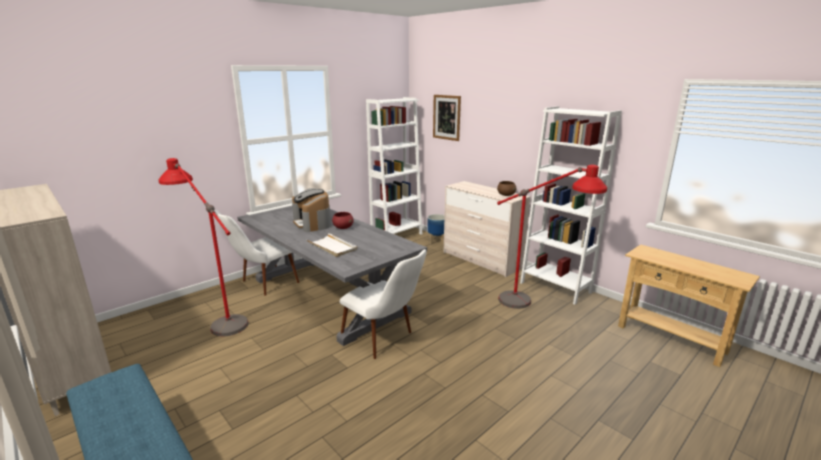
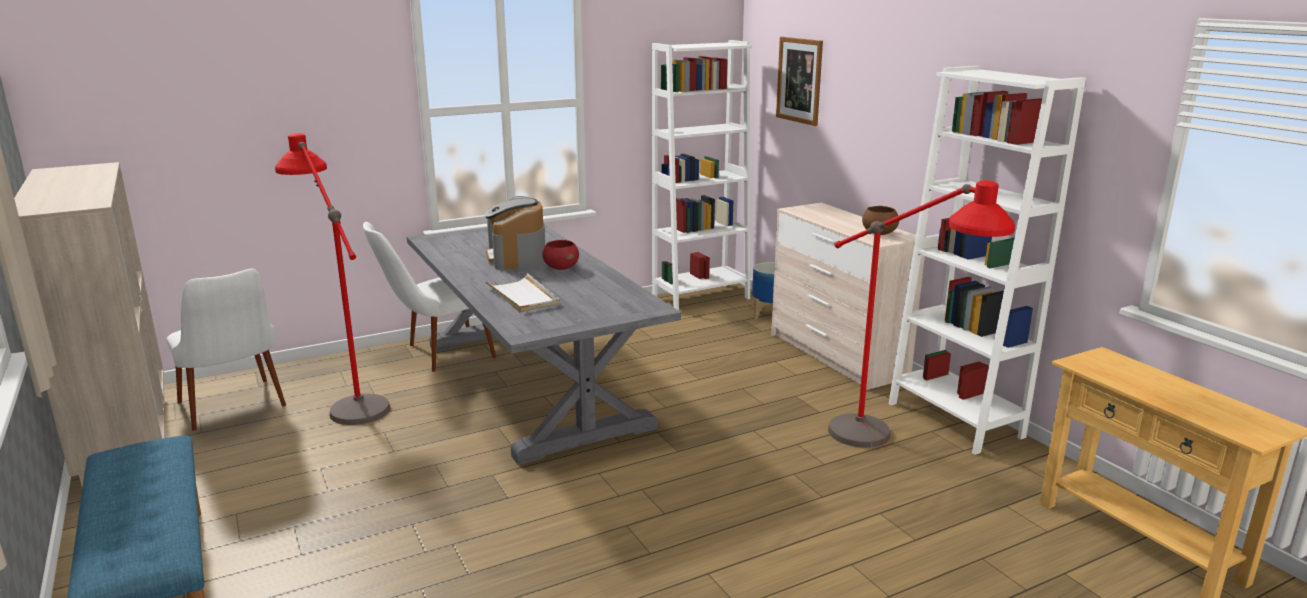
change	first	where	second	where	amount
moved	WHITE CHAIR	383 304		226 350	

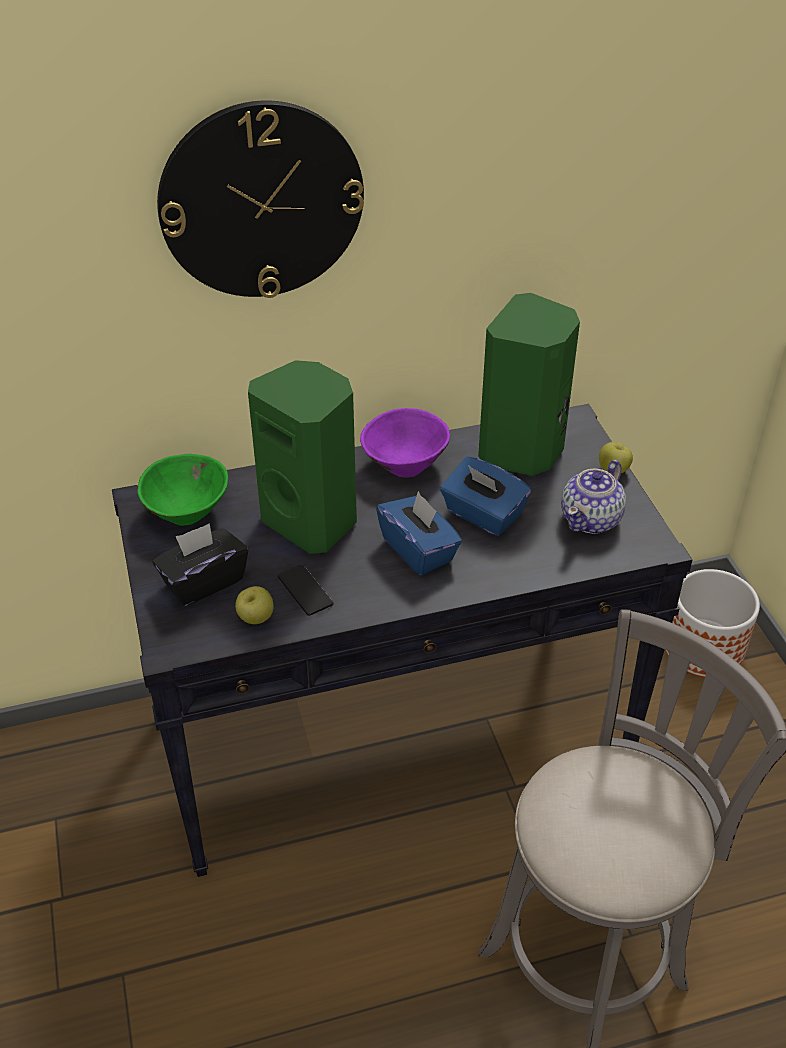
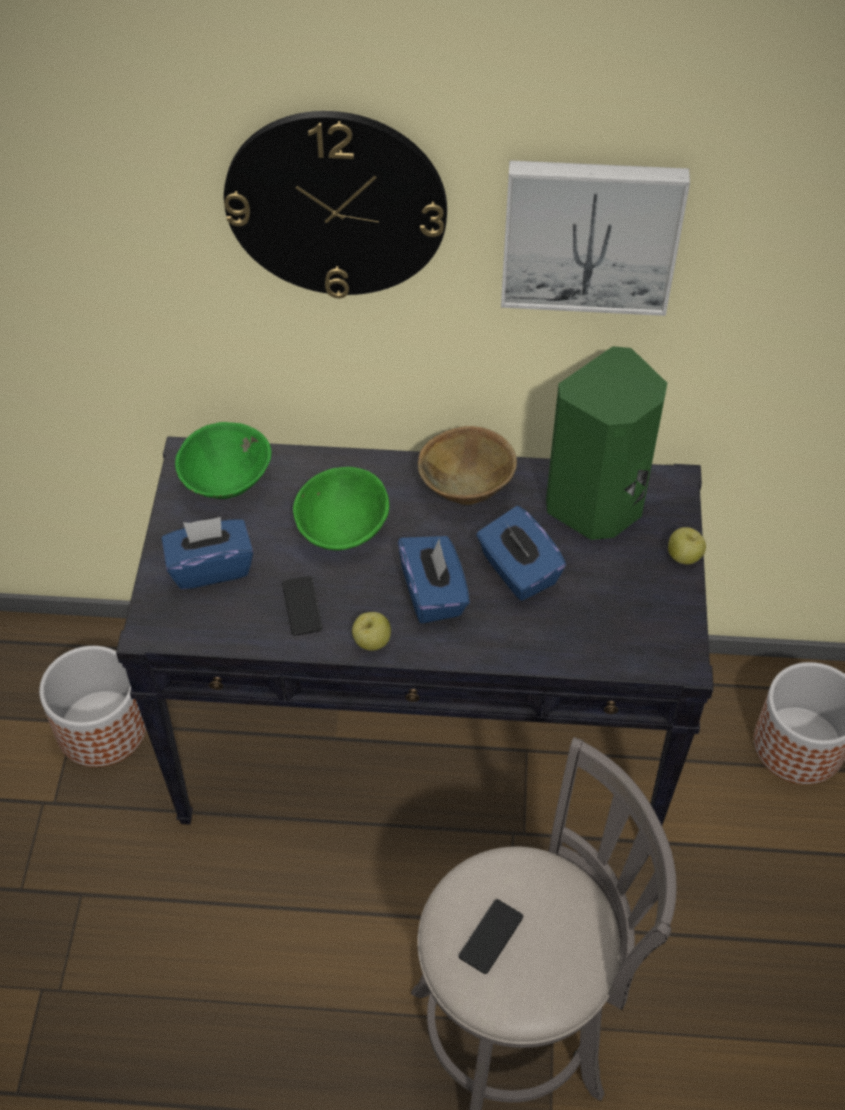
change	first	where	second	where	amount
recoloured	BLACK TISSUE BOX	200 564	BLUE TISSUE BOX	207 553	
moved	APPLE	254 605		371 631	
replaced	GREEN SPEAKER	302 457	GREEN BOWL	341 508	
recoloured	PURPLE BOWL	405 443	BROWN BOWL	467 465	
removed	TEAPOT	593 497			
added			PLANTER	92 706	
added			PHONE	491 936	
added			PICTURE	595 238	

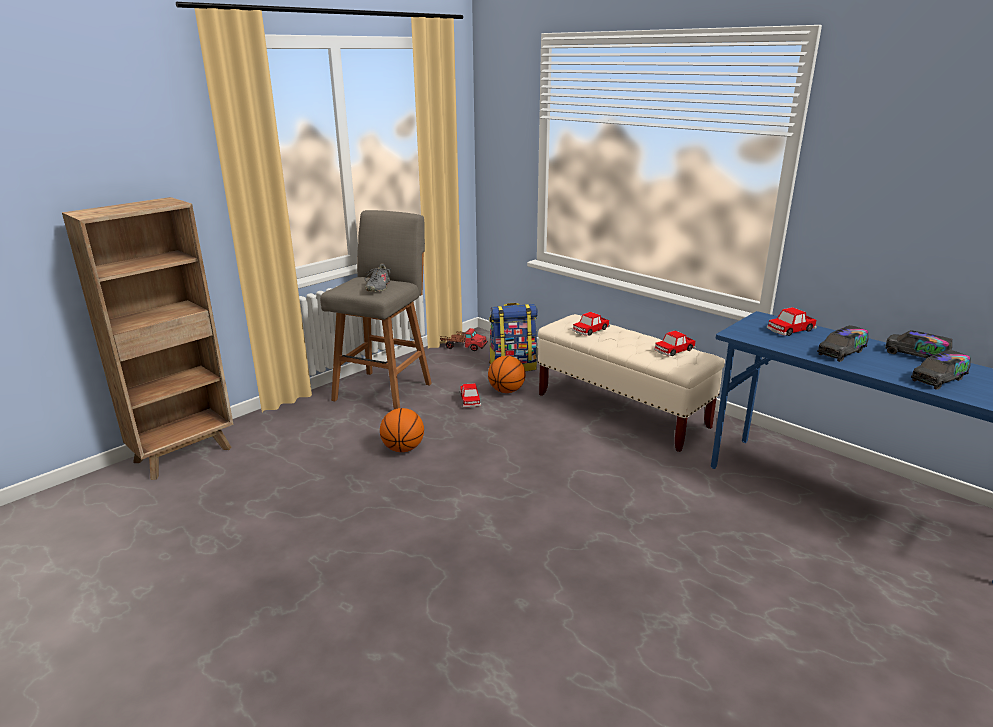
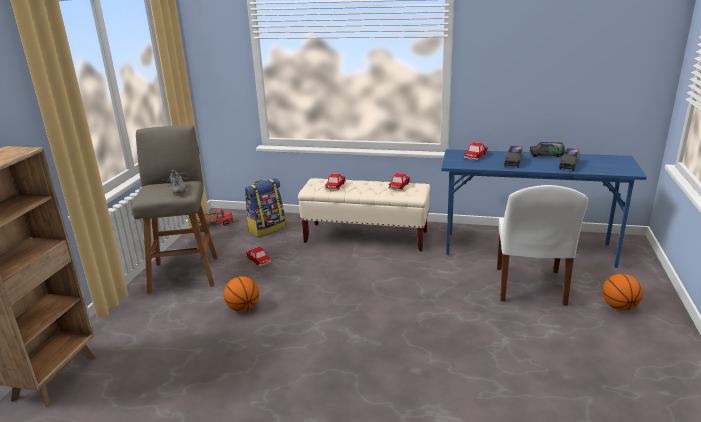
change	first	where	second	where	amount
moved	BASKETBALL	506 374		622 292	
added			WHITE CHAIR	542 245	

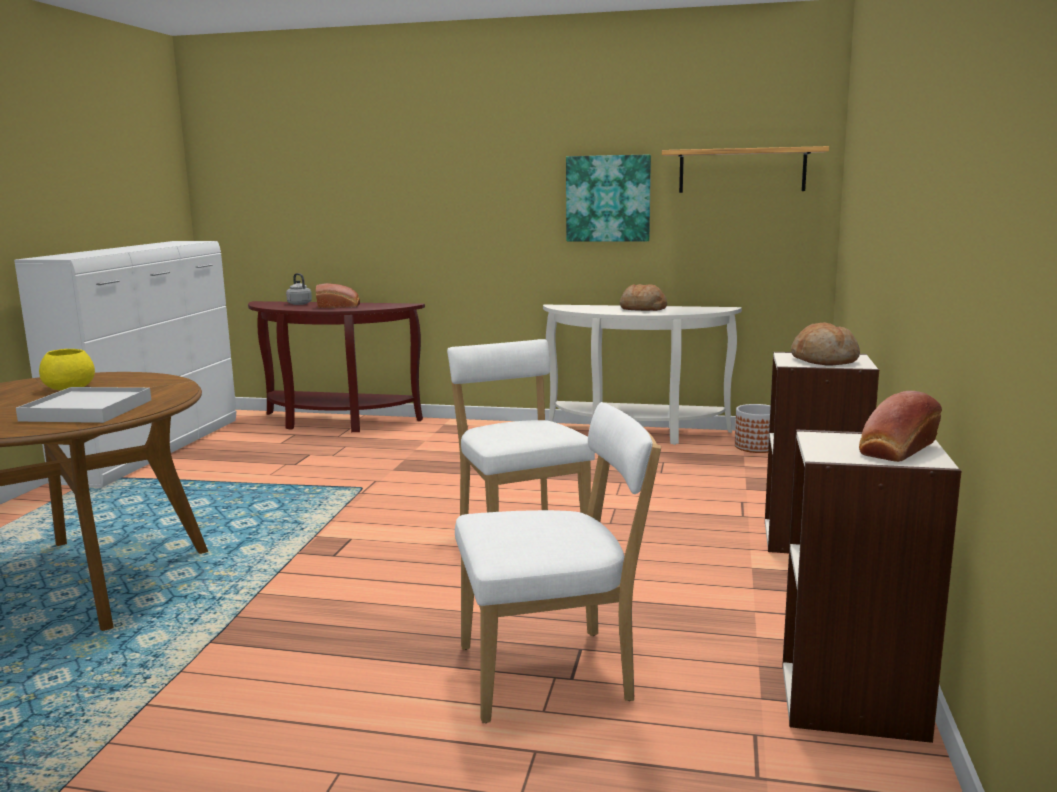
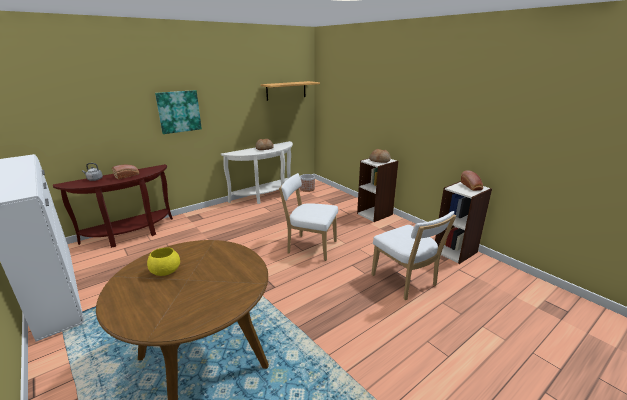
change	first	where	second	where	amount
removed	WHITE TRAY	83 405			
turned	WHITE CHAIR	558 562		413 255	120 degrees clockwise
moved	PICTURE	608 197		178 112	

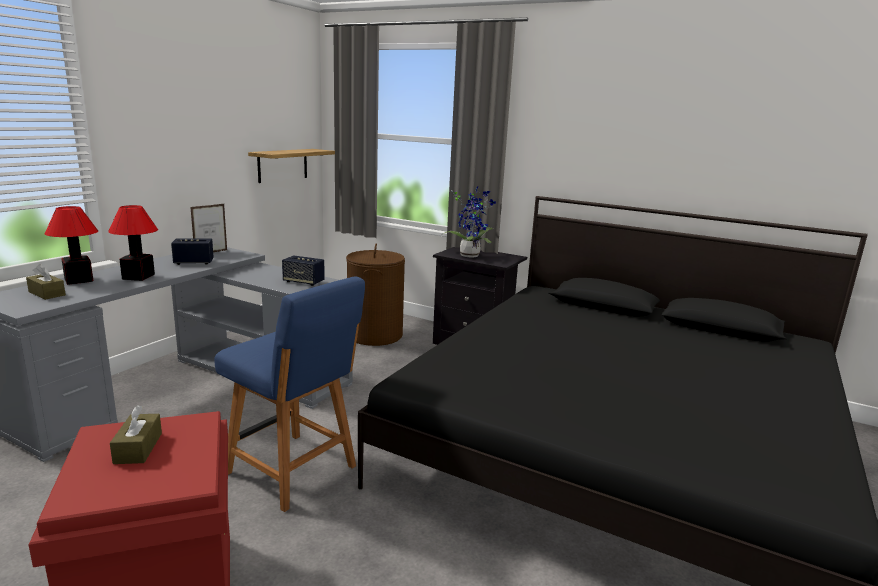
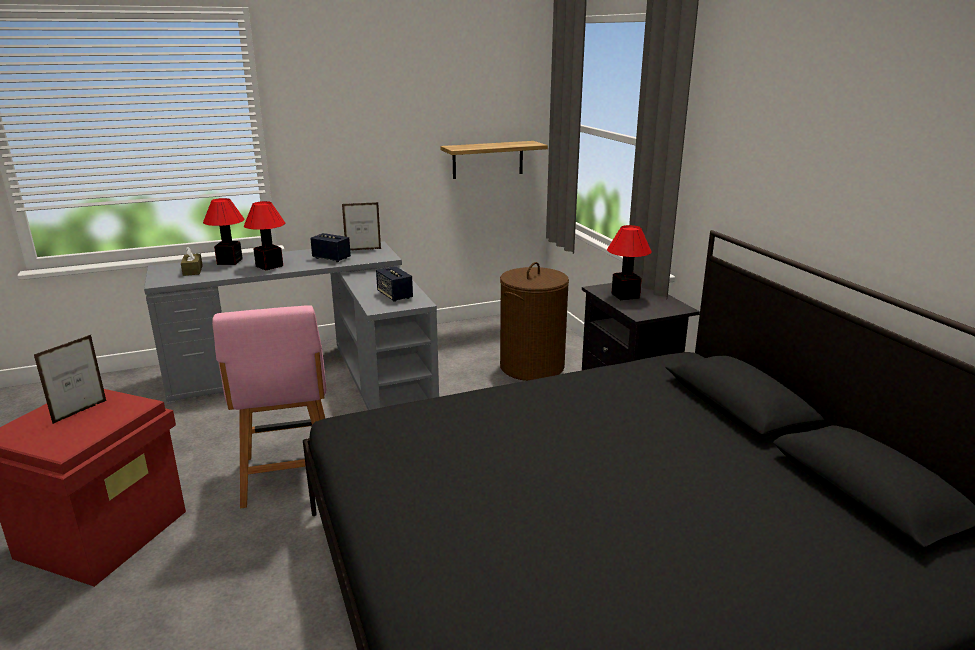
change	first	where	second	where	amount
replaced	BROWN TISSUE BOX	136 434	PICTURE FRAME	70 379	
recoloured	BLUE CHAIR	289 394	PINK CHAIR	269 406	
replaced	POTTED PLANT	469 222	TABLE LAMP	629 262	

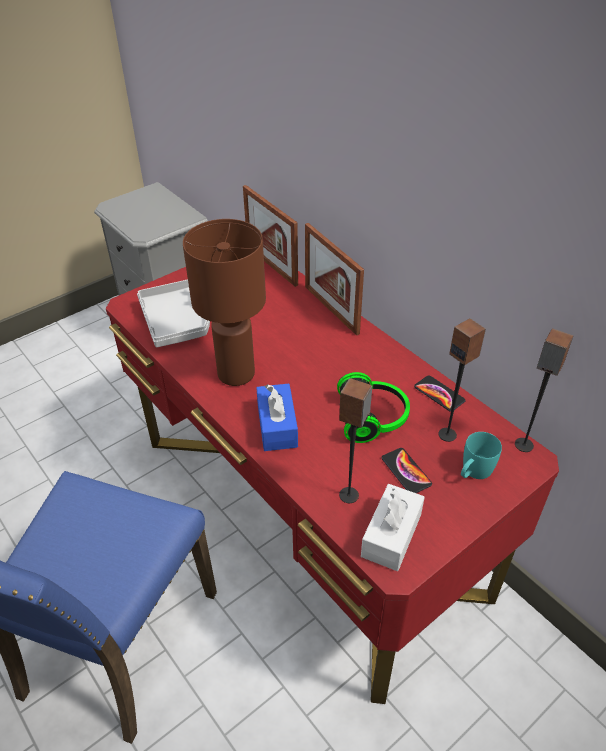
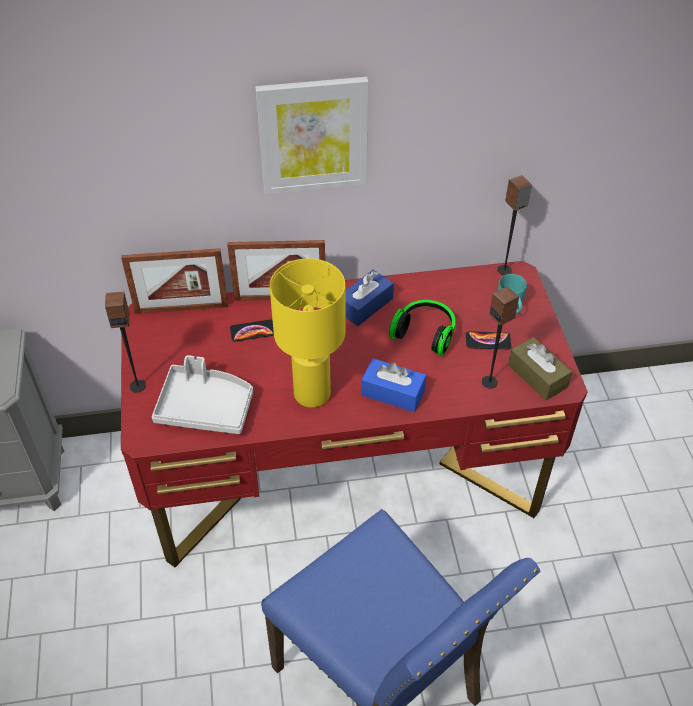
change	first	where	second	where	amount
recoloured	BROWN TABLE LAMP	224 302	YELLOW TABLE LAMP	307 333	
recoloured	WHITE TISSUE BOX	393 527	BROWN TISSUE BOX	540 369	
moved	PHONE	439 393		252 330	
moved	SPEAKER	462 380		125 342	
added			PICTURE	311 135	
added			BLUE TISSUE BOX	369 298	

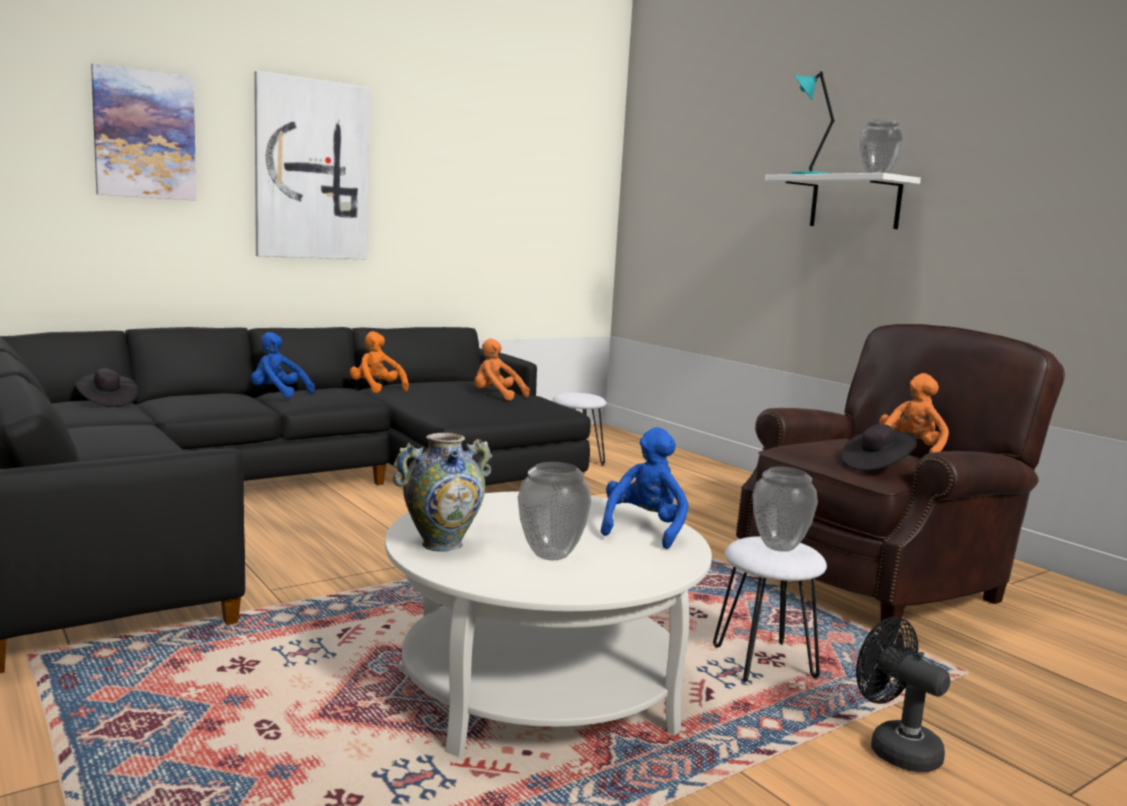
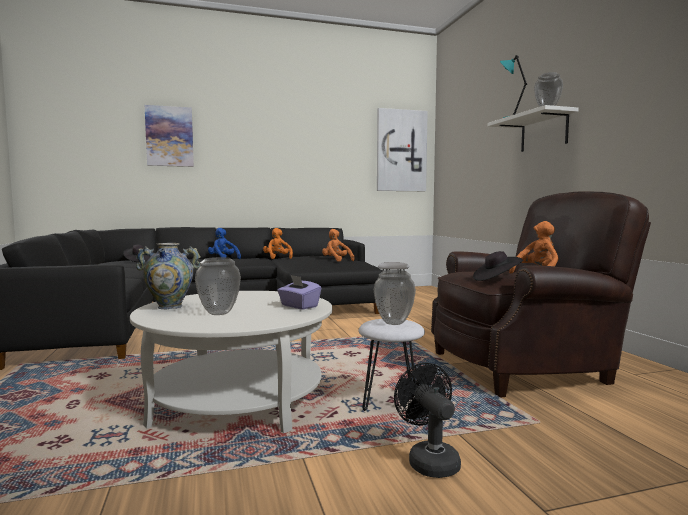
change	first	where	second	where	amount
moved	PICTURE	312 165		402 149	
replaced	BLUE PLUSH TOY	644 488	PURPLE TISSUE BOX	299 292	

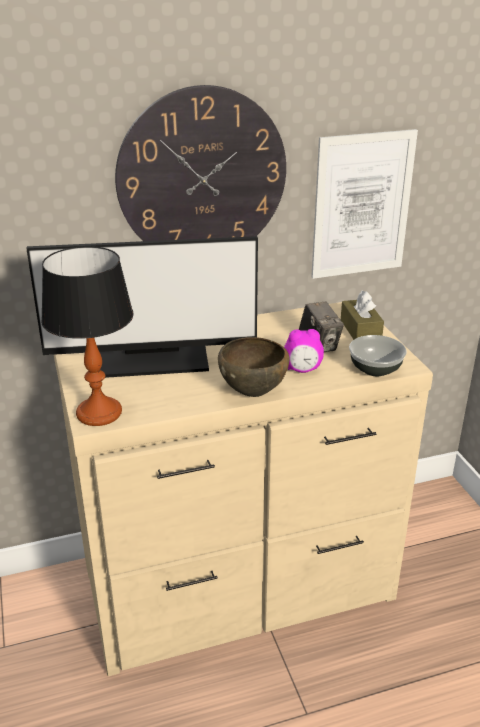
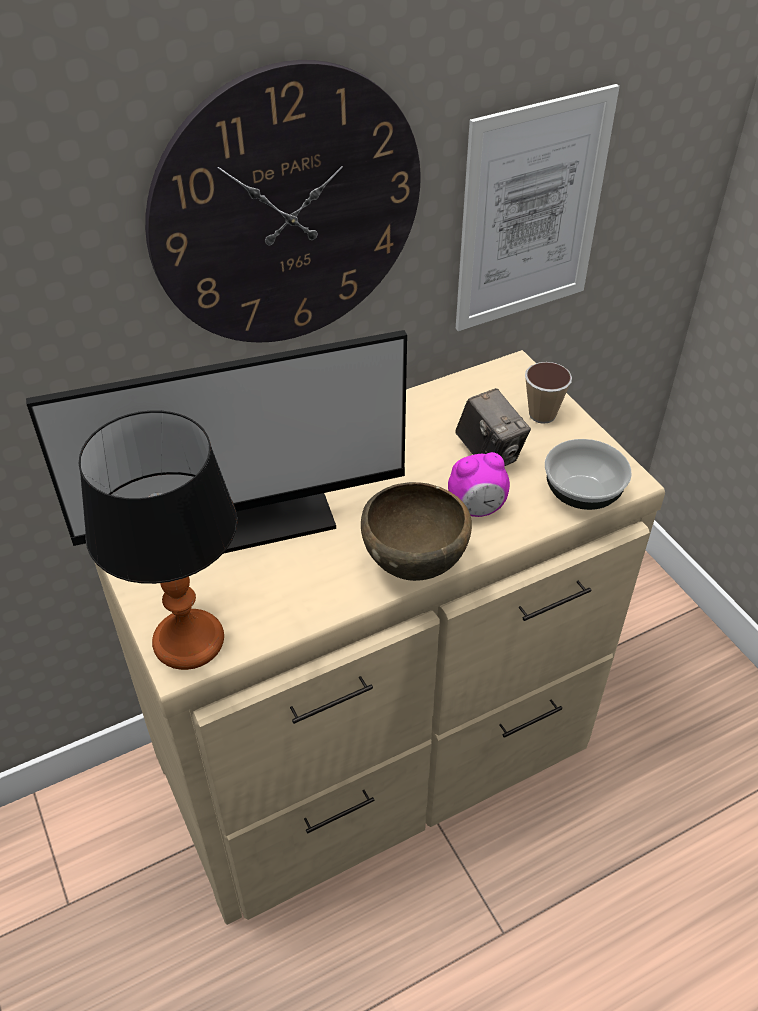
change	first	where	second	where	amount
replaced	BROWN TISSUE BOX	362 315	CUP	548 393	

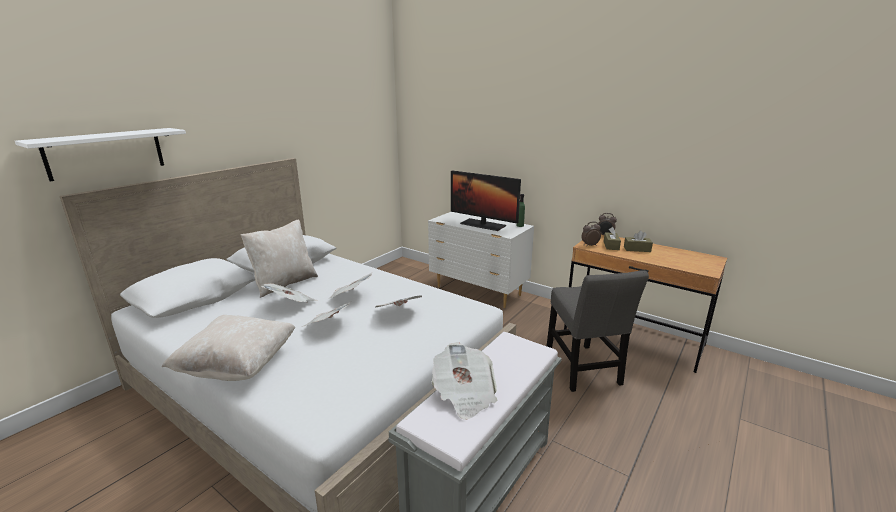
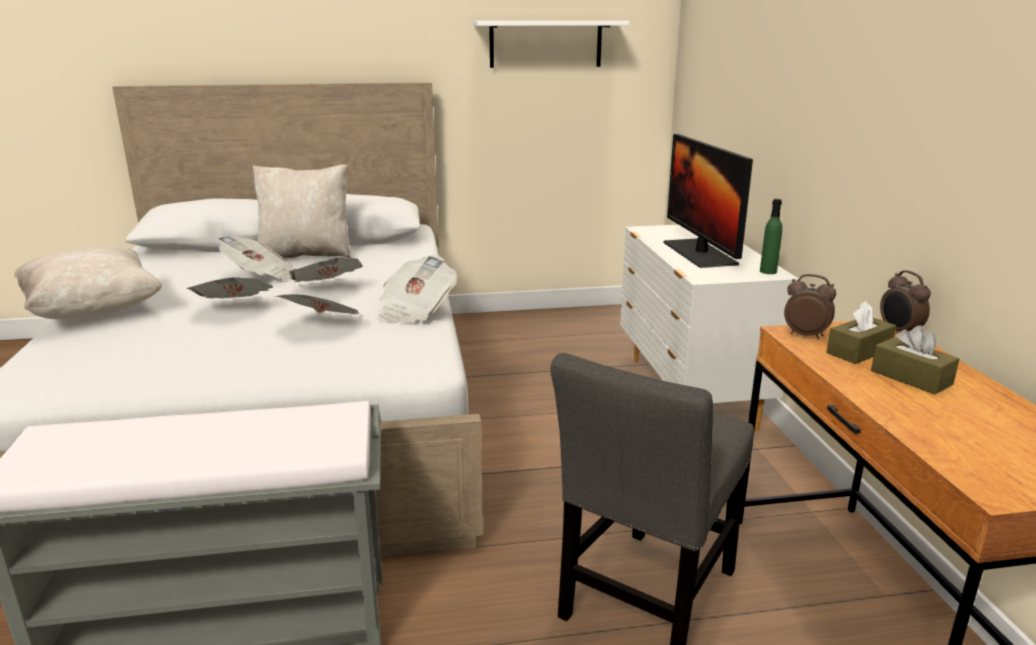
change	first	where	second	where	amount
moved	WHITE SHELF	100 155		551 44	
moved	NEWSPAPER	464 381		417 289	

